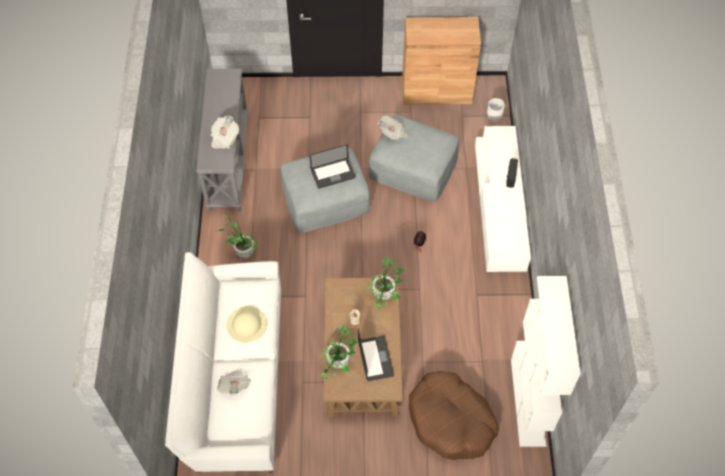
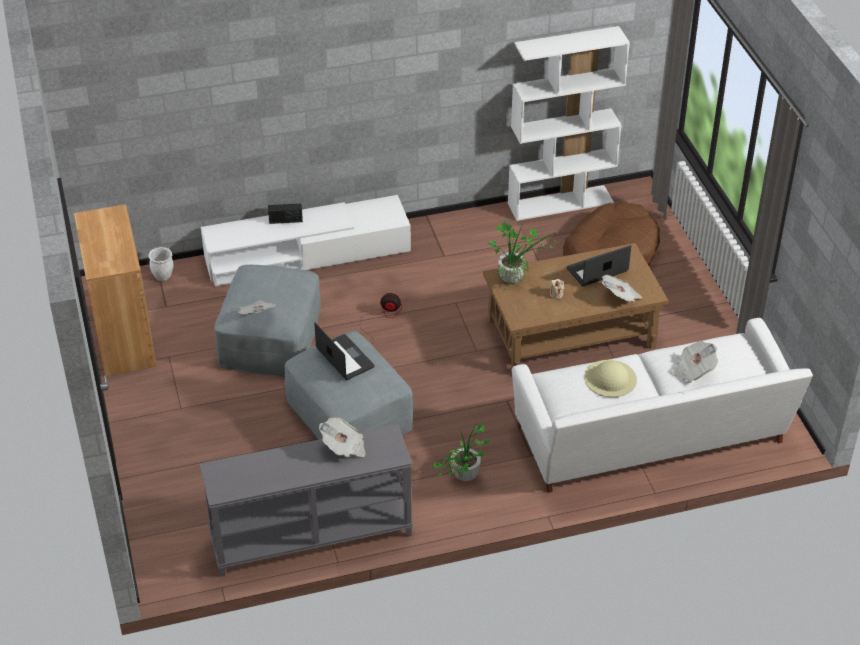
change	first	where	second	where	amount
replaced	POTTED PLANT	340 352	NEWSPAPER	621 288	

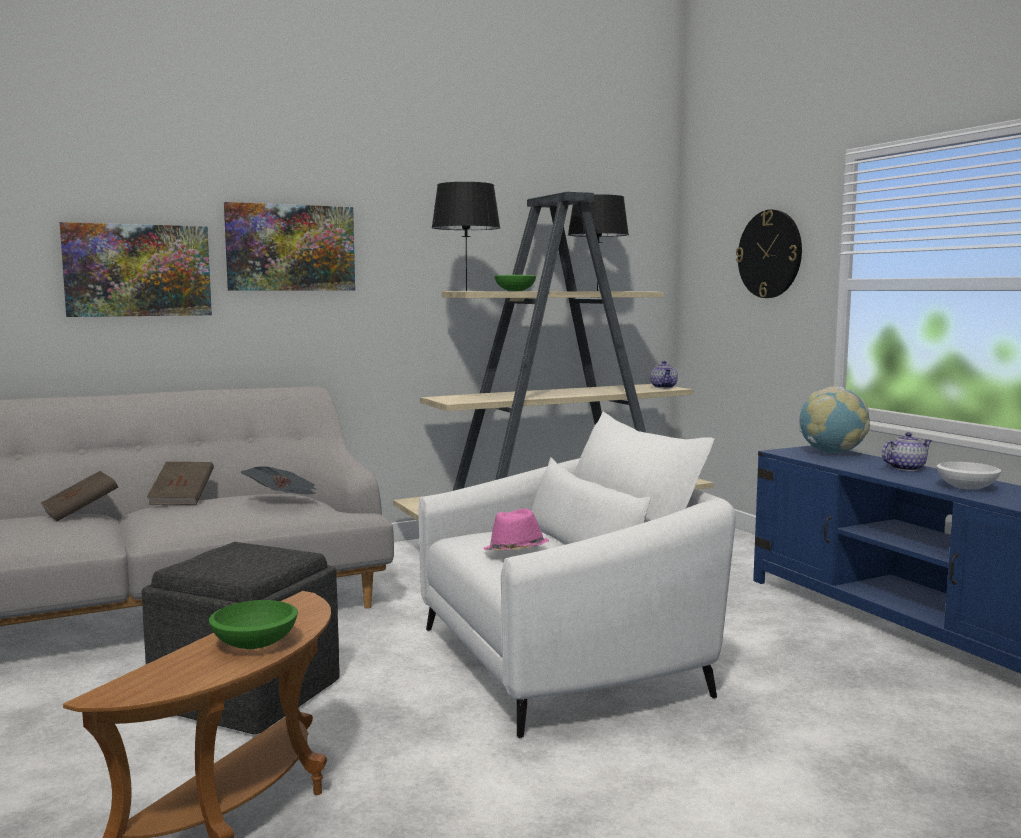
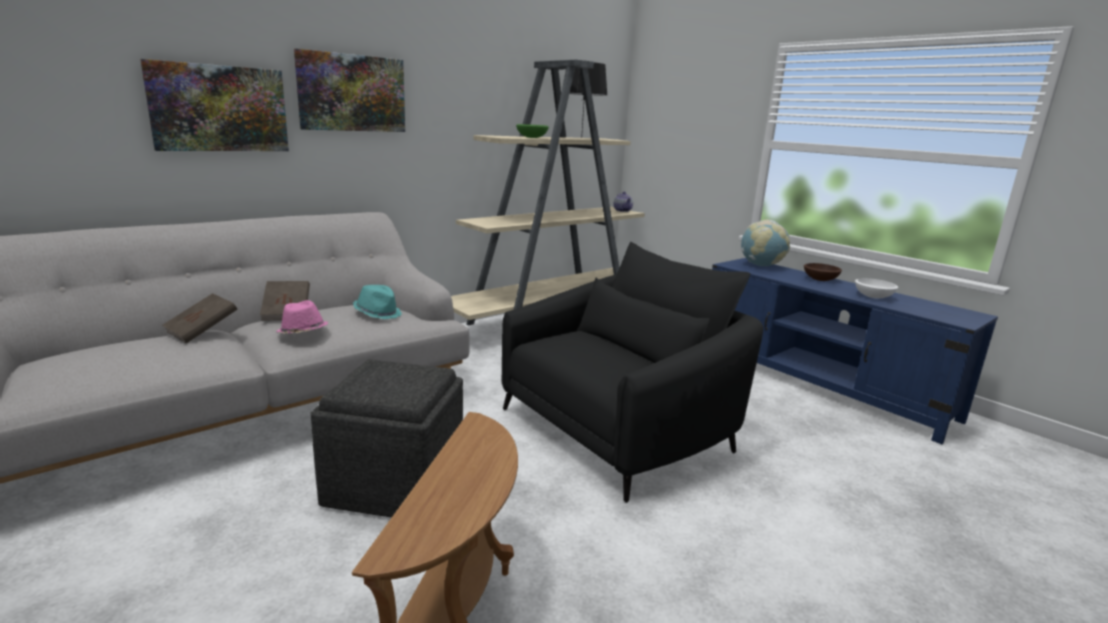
change	first	where	second	where	amount
removed	GREEN BOWL	253 624			
replaced	NEWSPAPER	279 480	TURQUOISE HAT	377 302	
recoloured	WHITE ARMCHAIR	577 575	BLACK ARMCHAIR	632 372	
removed	BLACK TABLE LAMP	466 236			
moved	PINK HAT	516 530		302 316	
removed	WALL CLOCK	769 253			
replaced	TEAPOT	907 451	BROWN BOWL	823 272	

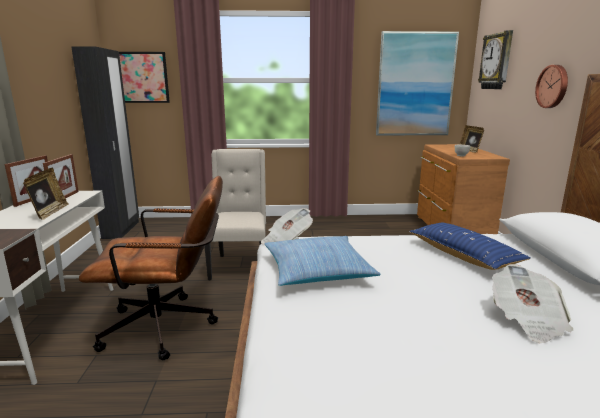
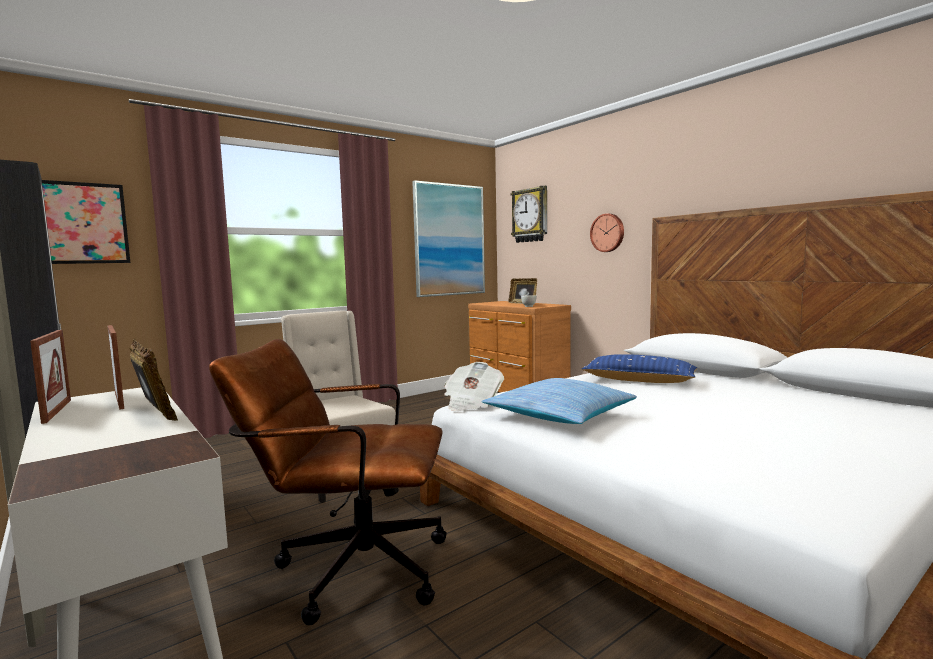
change	first	where	second	where	amount
turned	BROWN OFFICE CHAIR	151 268		328 482	135 degrees counterclockwise
removed	NEWSPAPER	532 304			

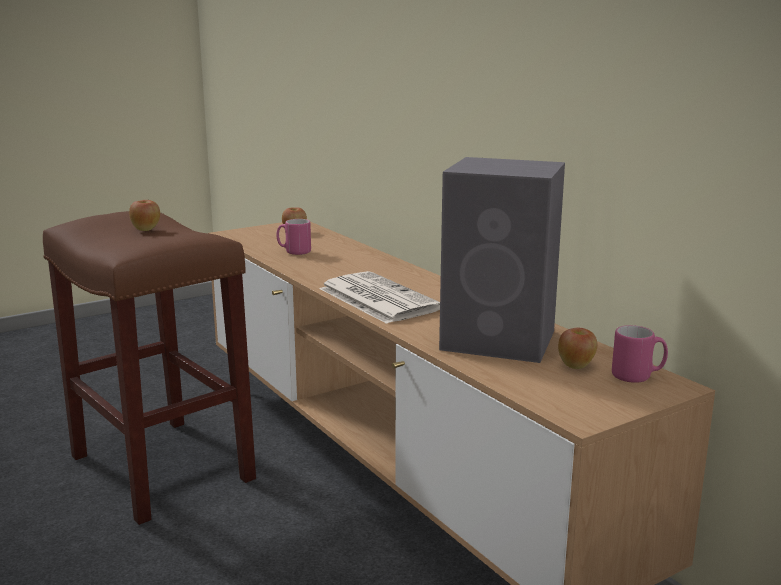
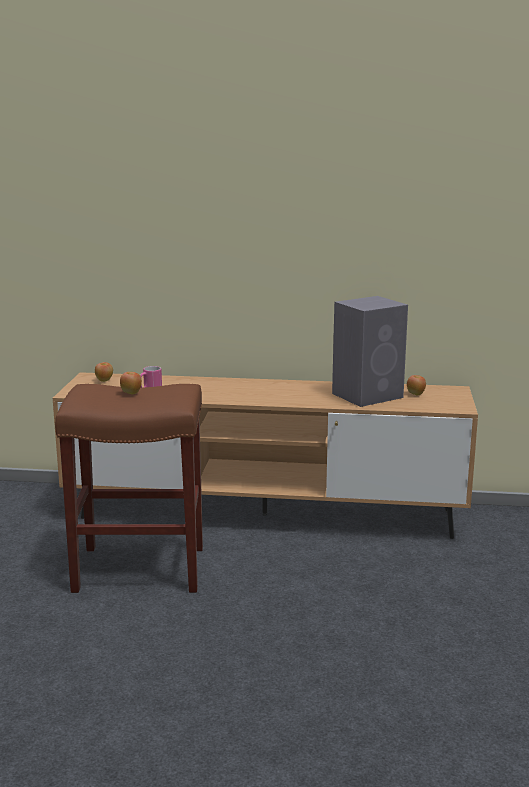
change	first	where	second	where	amount
removed	NEWSPAPER	379 297			
removed	PINK MUG	640 354			

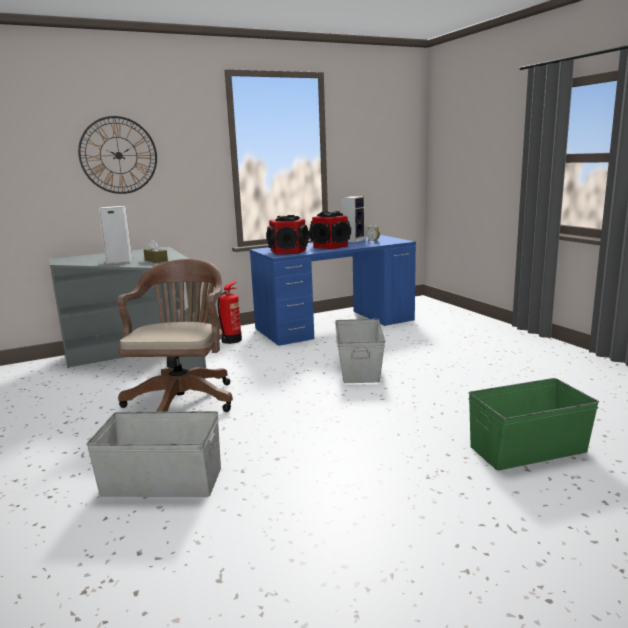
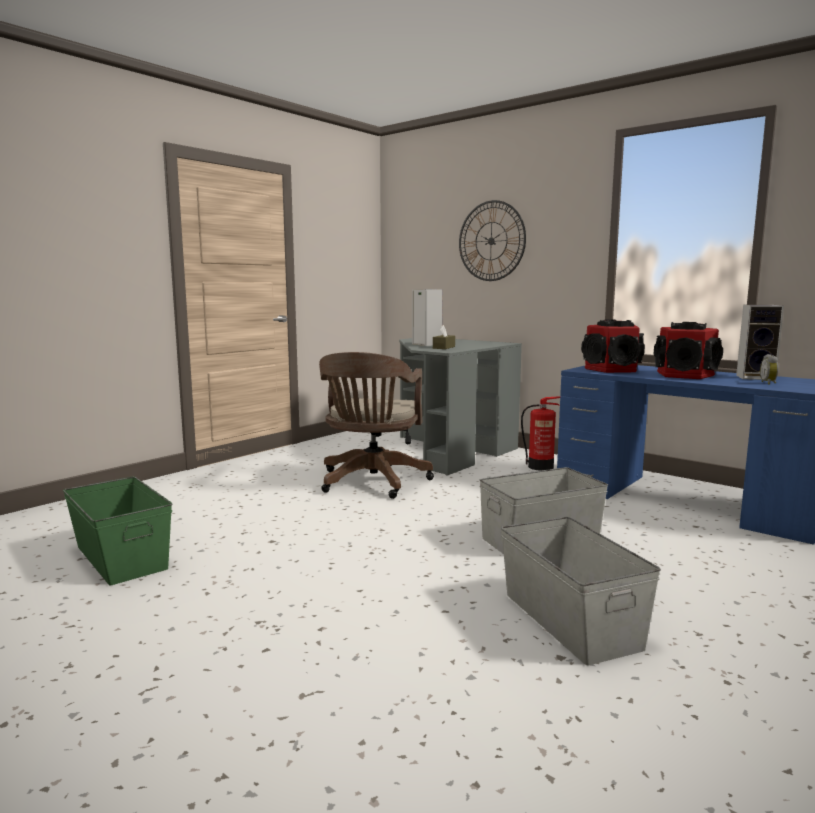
change	first	where	second	where	amount
moved	GREY STORAGE BOX	153 454		581 591	
turned	BROWN OFFICE CHAIR	175 335		376 425	120 degrees clockwise
moved	GREEN STORAGE BOX	533 424		117 531	

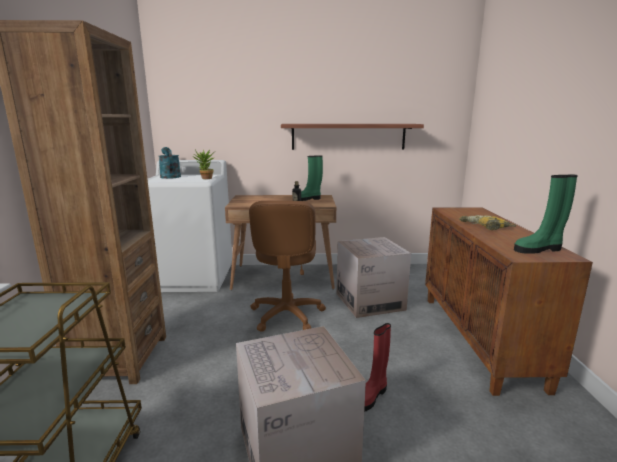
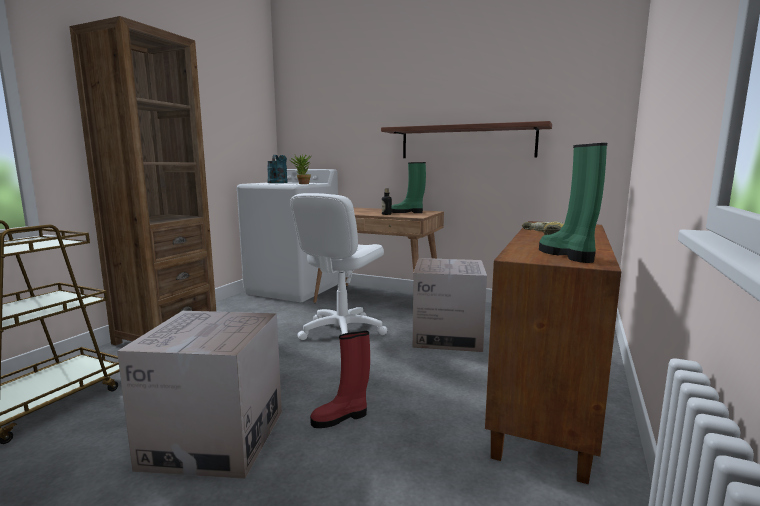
change	first	where	second	where	amount
recoloured	BROWN OFFICE CHAIR	287 266	WHITE OFFICE CHAIR	338 266	
turned	GREEN BOOT	546 214		573 203	60 degrees clockwise

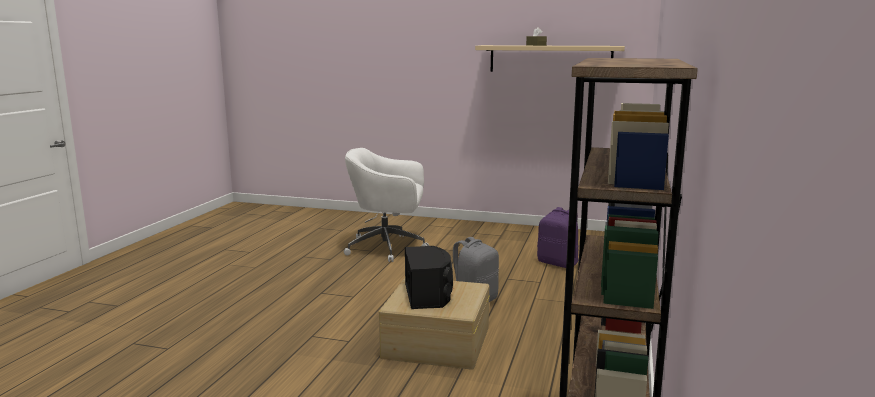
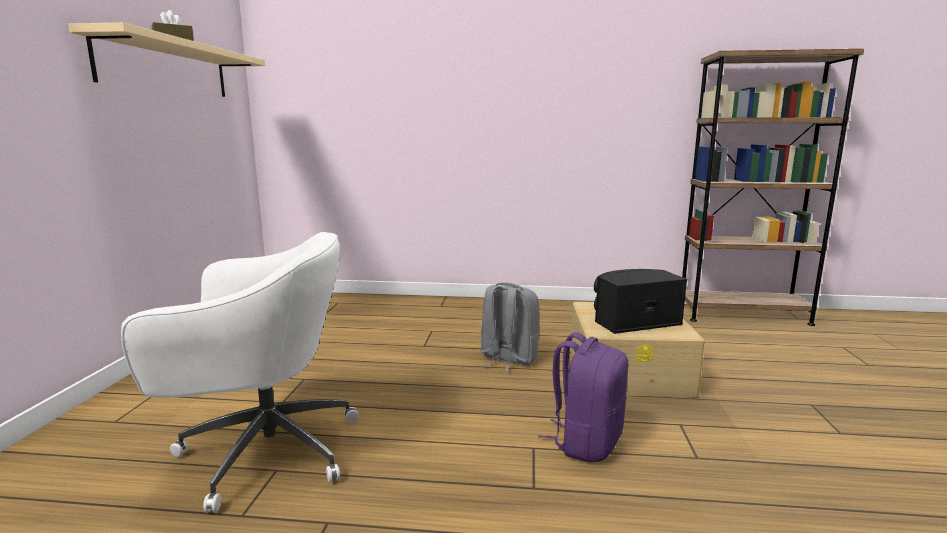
change	first	where	second	where	amount
turned	WHITE OFFICE CHAIR	386 205		240 372	90 degrees counterclockwise
moved	PURPLE BACKPACK	557 237		583 397	

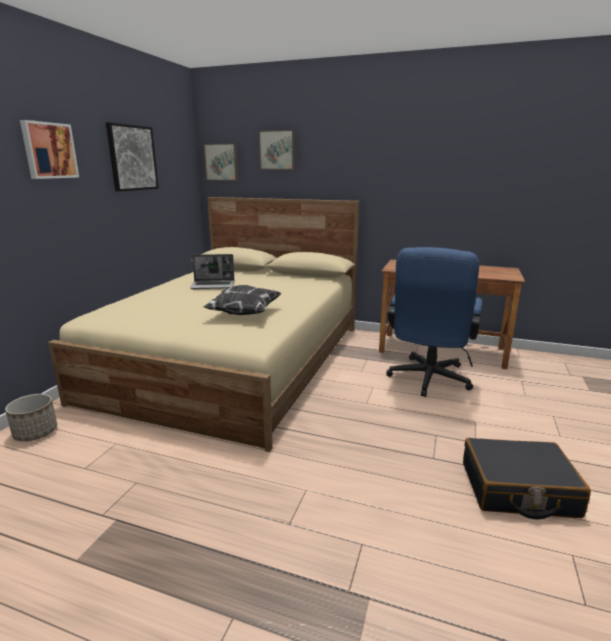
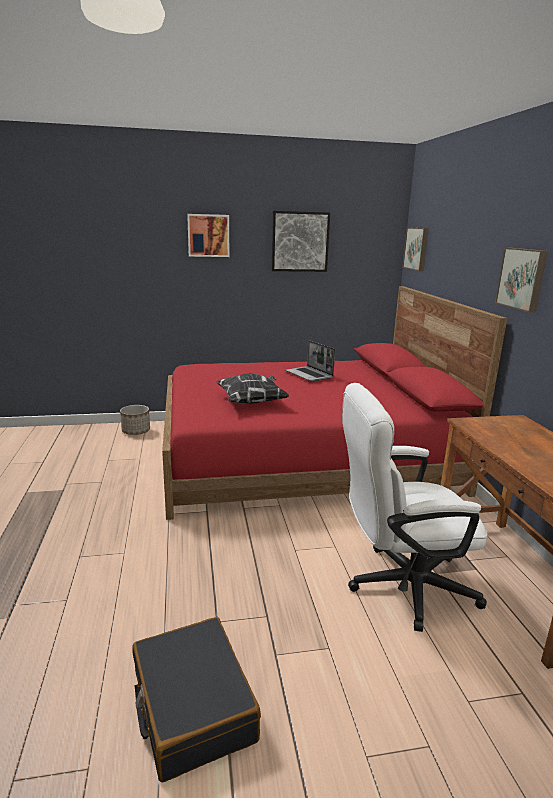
change	first	where	second	where	amount
recoloured	BEIGE BED	203 324	RED BED	334 403	
moved	PICTURE	277 149		521 280	
recoloured	BLUE OFFICE CHAIR	434 322	WHITE OFFICE CHAIR	415 507	

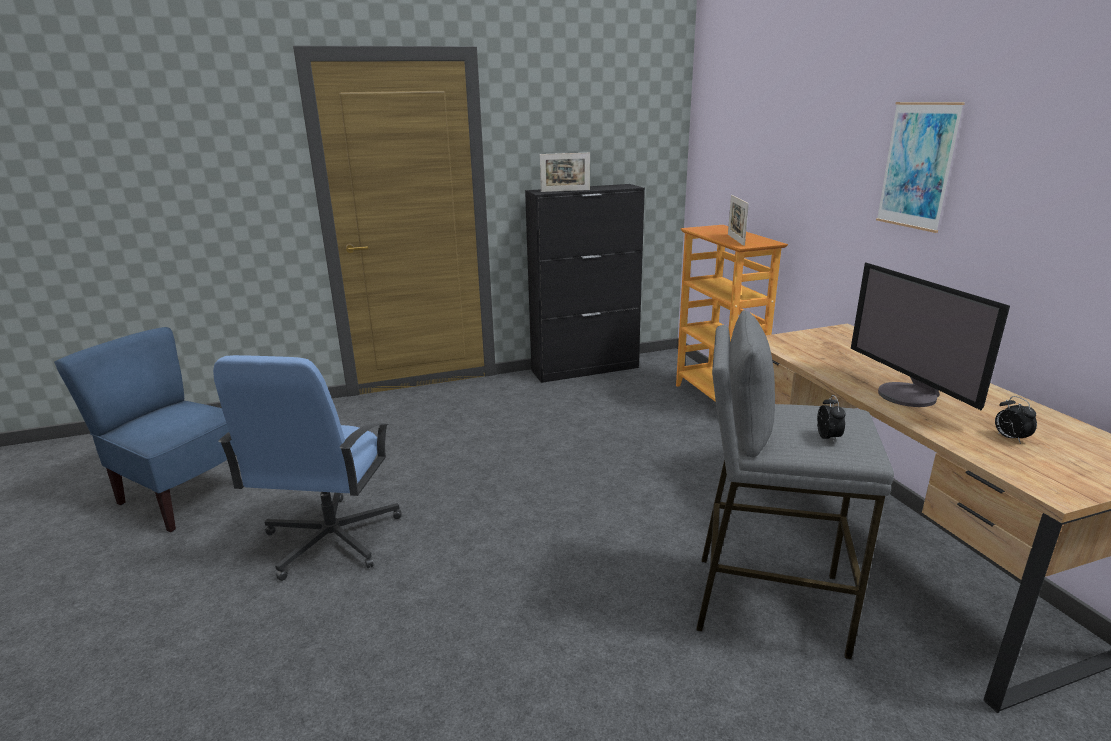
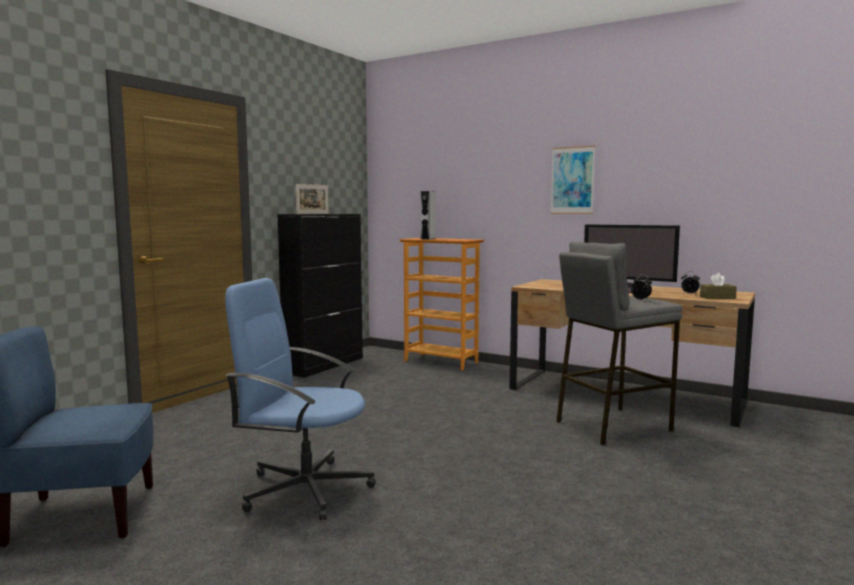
change	first	where	second	where	amount
turned	BLUE OFFICE CHAIR	307 468		300 399	135 degrees clockwise
removed	PICTURE FRAME	738 220			
added			GREY SPEAKER	428 215	
added			BROWN TISSUE BOX	718 286	

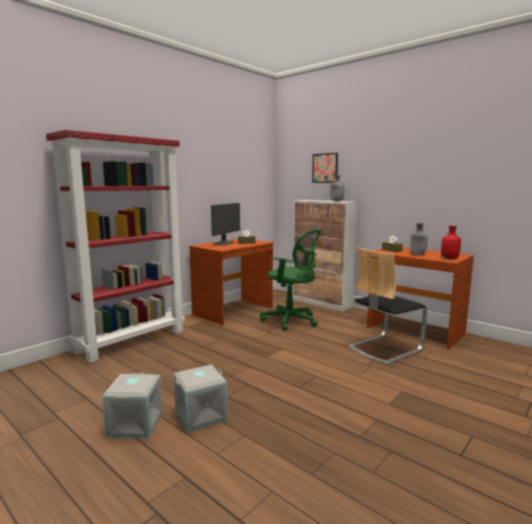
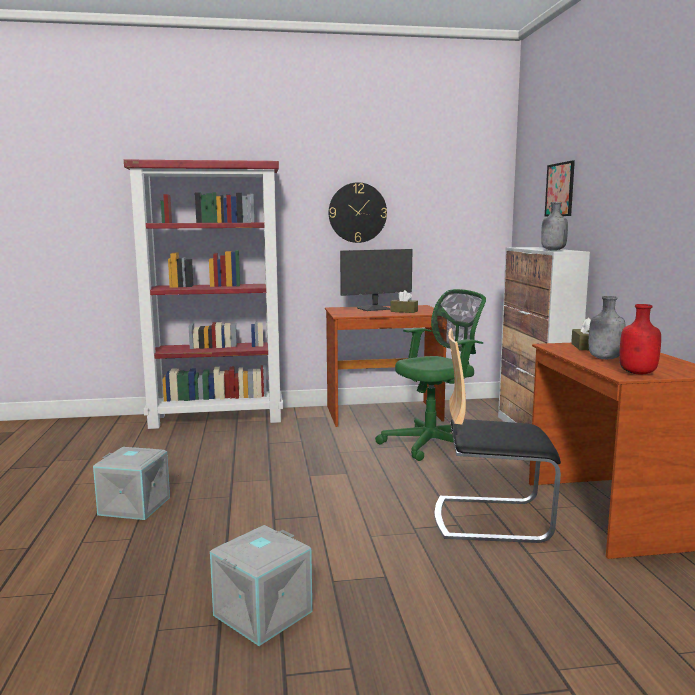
change	first	where	second	where	amount
moved	GREY STORAGE BOX	132 405		261 585	
turned	GREEN OFFICE CHAIR	290 279		430 375	105 degrees counterclockwise
added			WALL CLOCK	358 212	

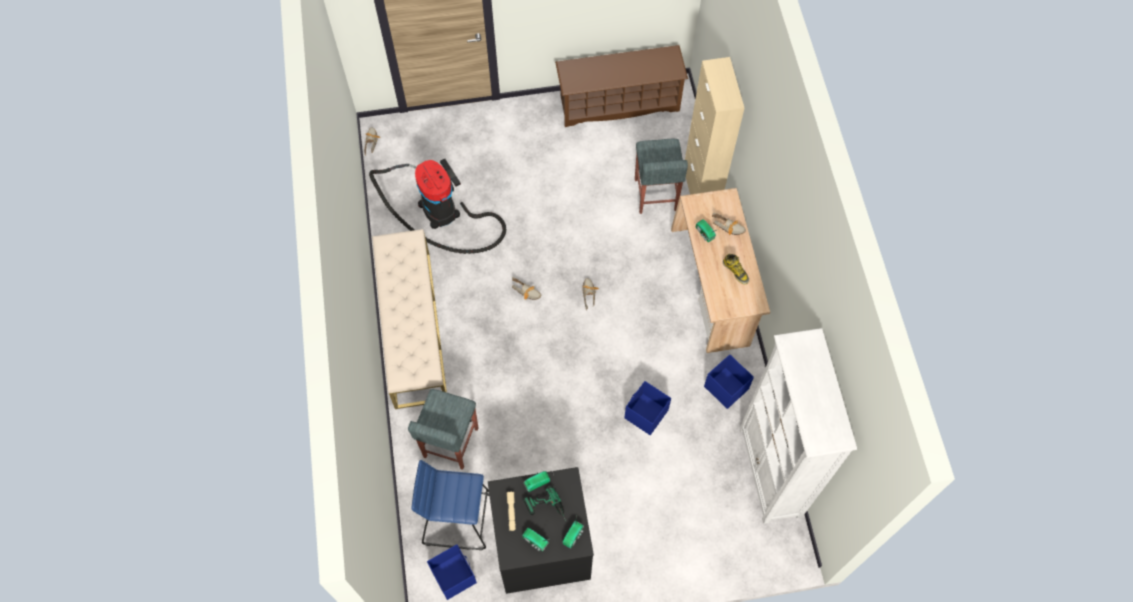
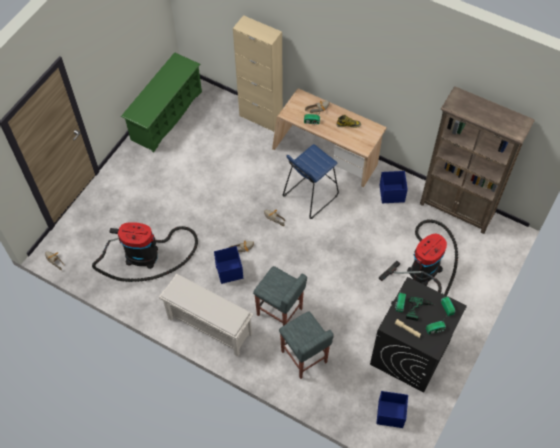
change	first	where	second	where	amount
replaced	BEIGE BENCH	409 319	WHITE SHOE RACK	206 315	
moved	BLUE STOOL	450 505		311 181	
recoloured	BROWN SHOE RACK	621 86	GREEN SHOE RACK	161 102	
moved	BLUE STORAGE BOX	647 408		228 265	
moved	GREY STOOL	661 176		280 296	
recoloured	WHITE BOOKCASE	798 426	BROWN BOOKCASE	477 160	
added			VACUUM CLEANER	418 257	

